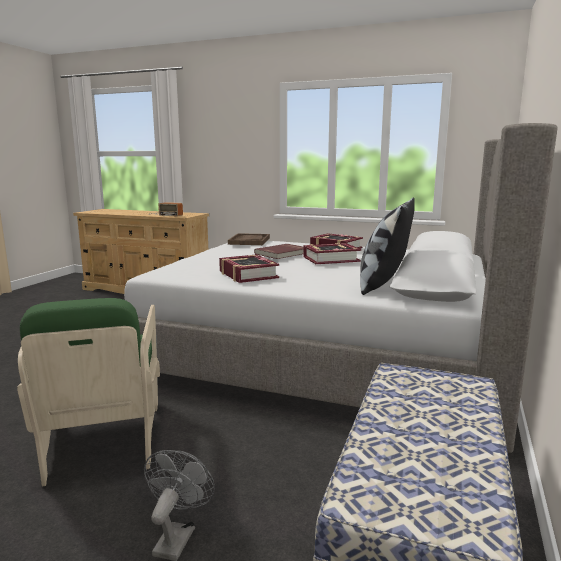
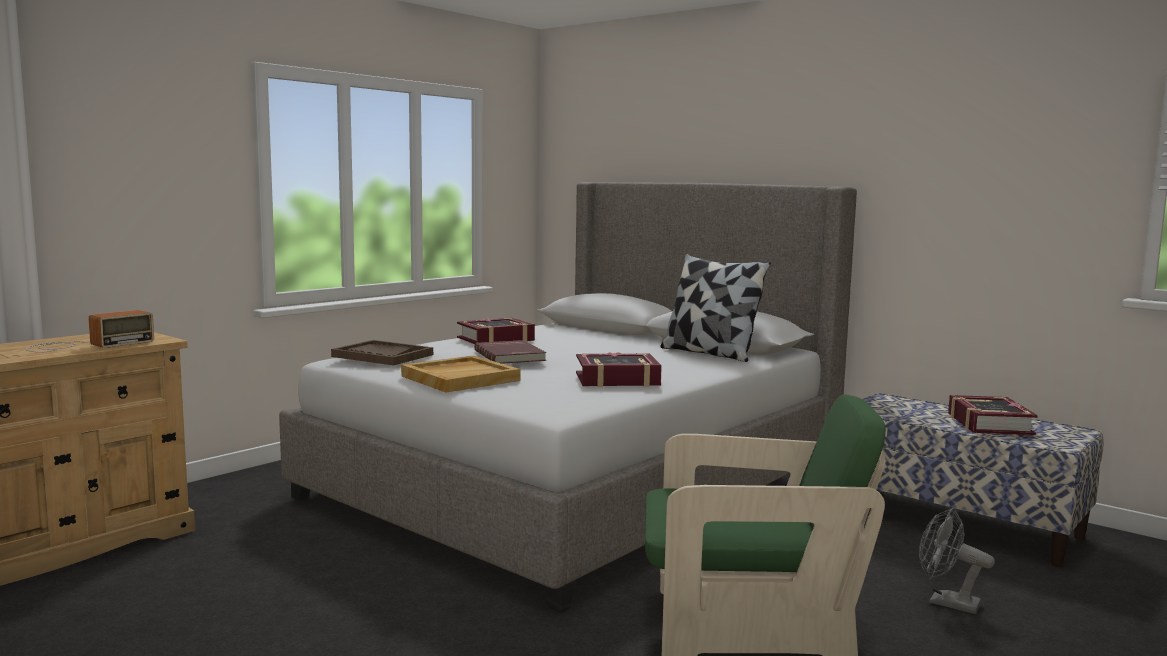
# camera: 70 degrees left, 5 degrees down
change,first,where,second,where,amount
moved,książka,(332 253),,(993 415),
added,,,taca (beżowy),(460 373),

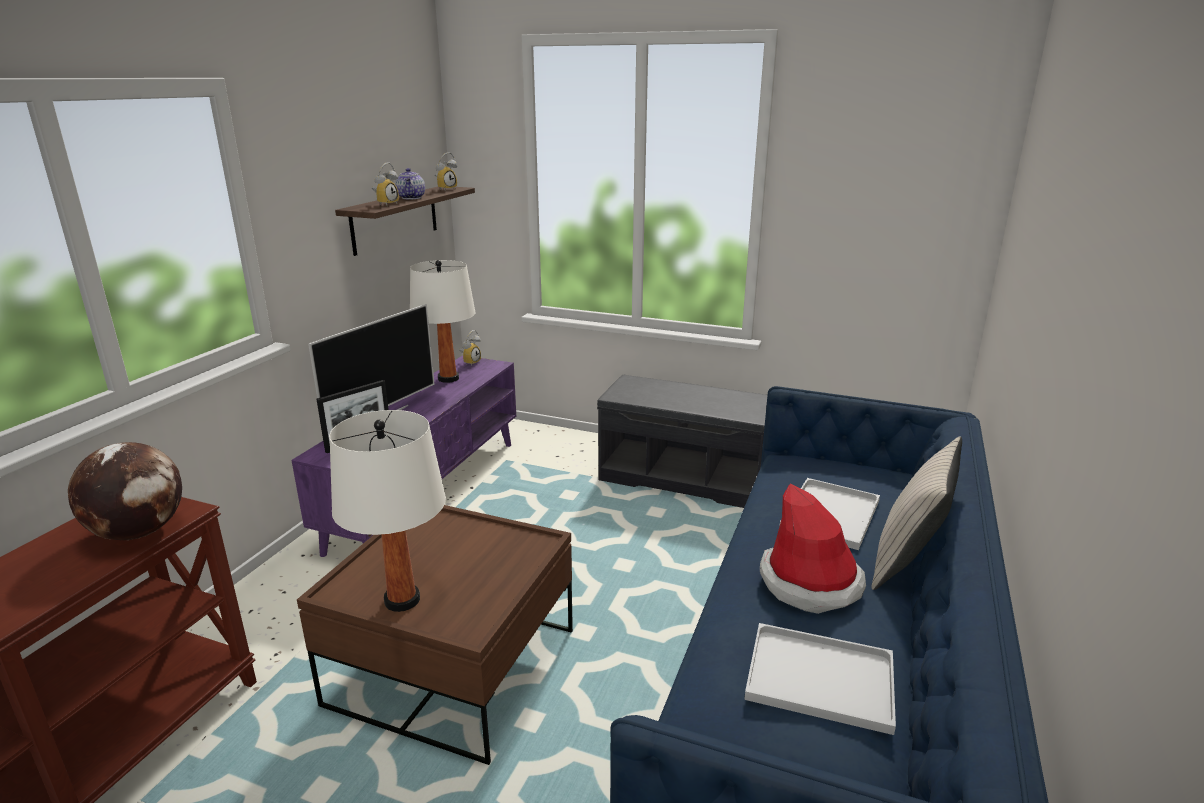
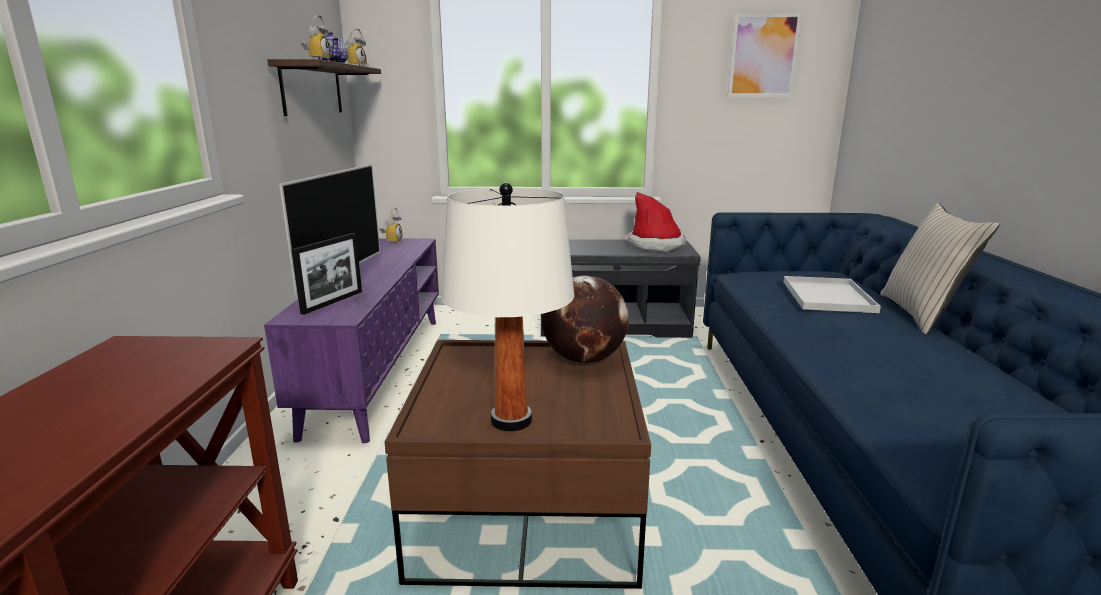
# camera: 20 degrees left, 5 degrees down
change,first,where,second,where,amount
moved,globus,(125 491),,(585 319),
removed,lampa stołowa (biały),(442 321),,,
removed,taca (biały),(820 679),,,
moved,kapelusz,(813 548),,(656 222),
added,,,obraz,(764 55),

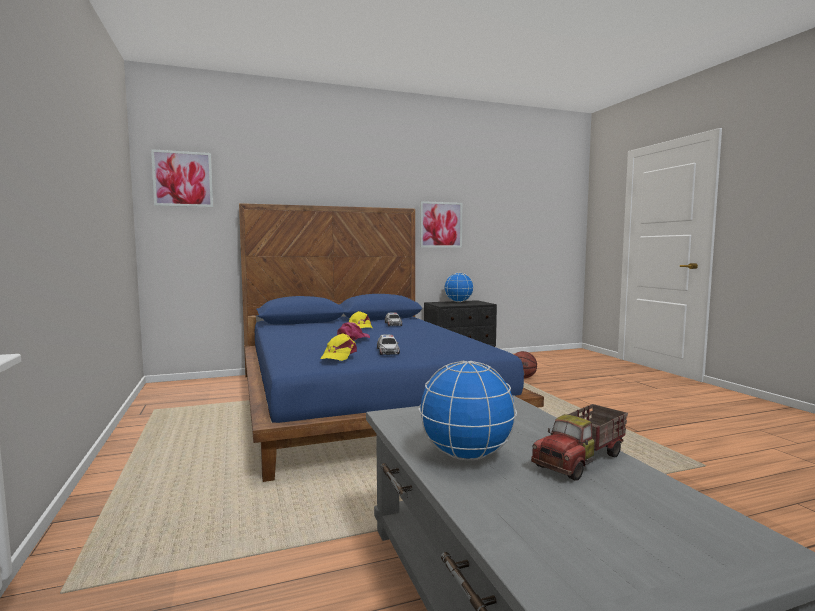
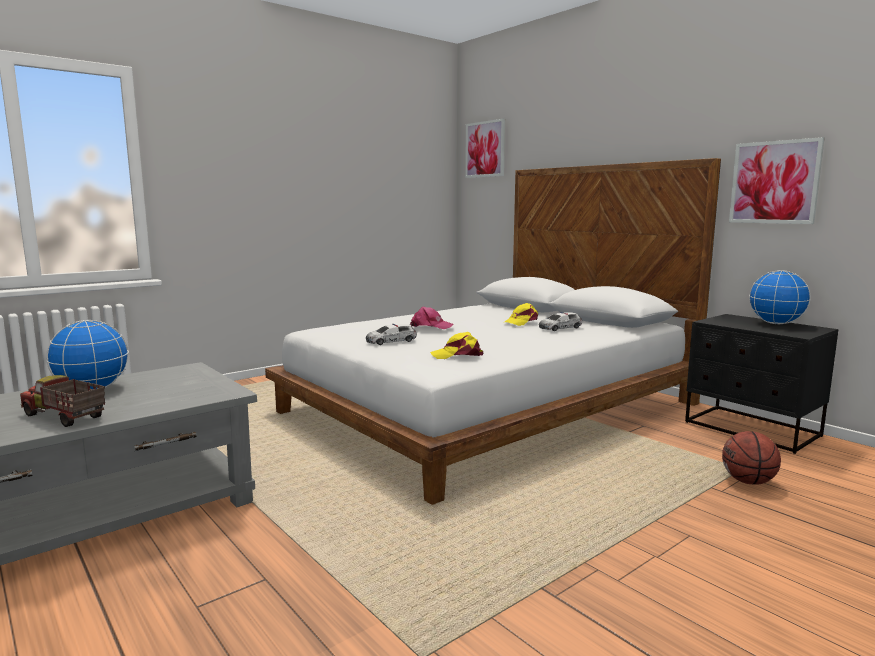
# camera: 70 degrees right, 5 degrees up
change,first,where,second,where,amount
recoloured,łóżko (niebieski),(391 342),łóżko (biały),(493 331),
moved,czapka z daszkiem (żółty),(339 347),,(457 345),

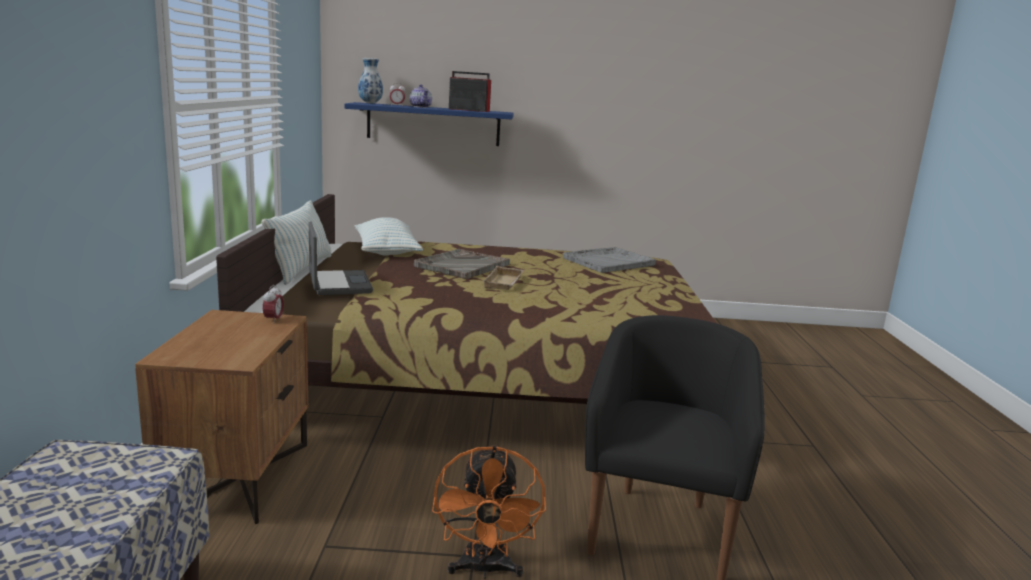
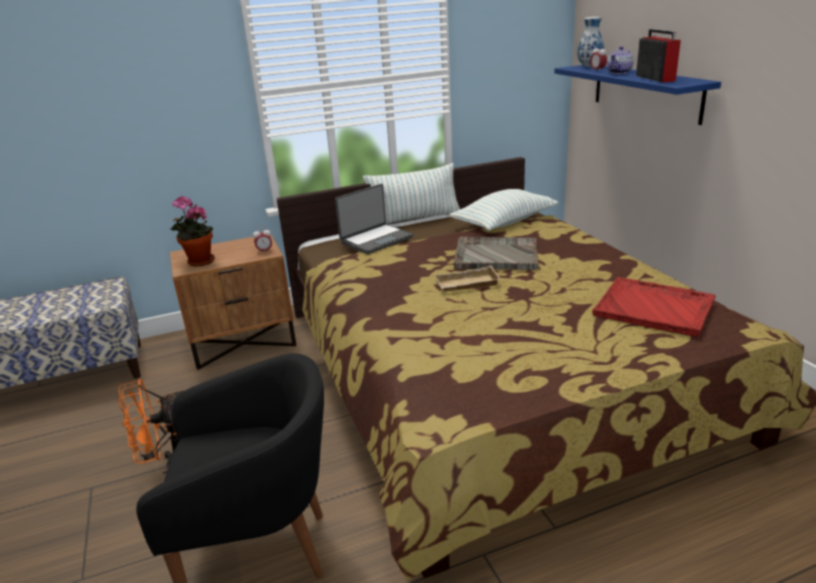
# camera: 70 degrees right, 10 degrees up
change,first,where,second,where,amount
recoloured,taca (szary),(609 260),taca (czerwony),(654 307),
added,,,roślina doniczkowa,(192 231),

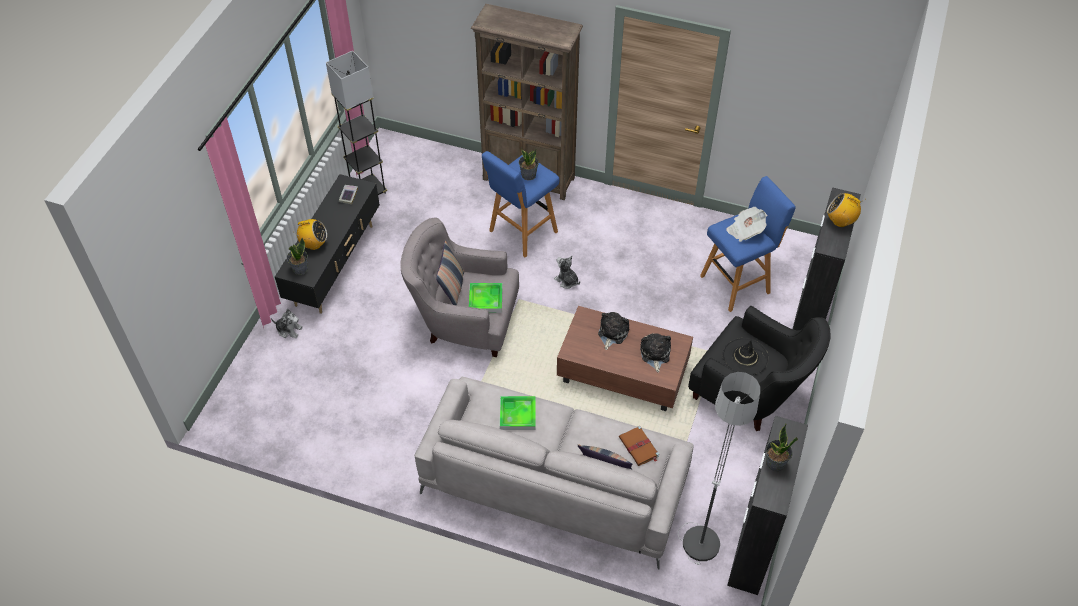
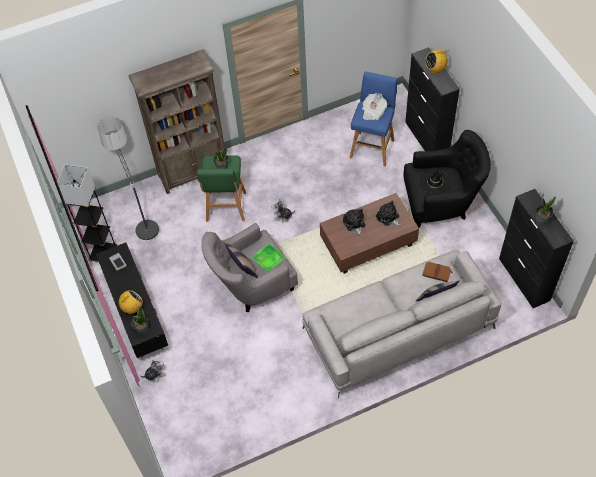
# camera: 40 degrees left, 5 degrees up
change,first,where,second,where,amount
recoloured,stołek (niebieski),(521 204),stołek (zielony),(221 188),
removed,taca,(518 413),,,
moved,lampa stojąca,(719 468),,(128 179),

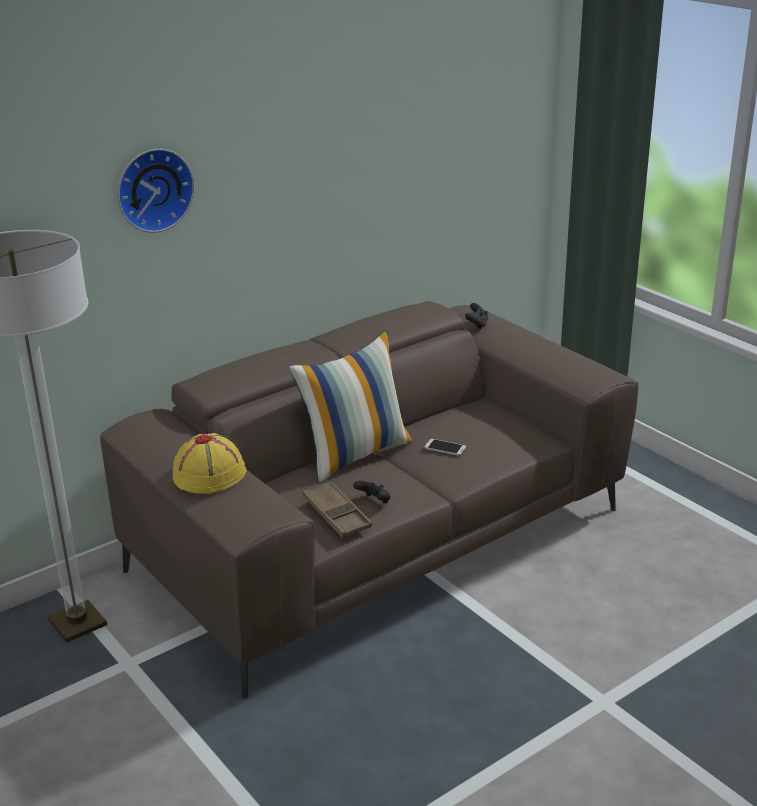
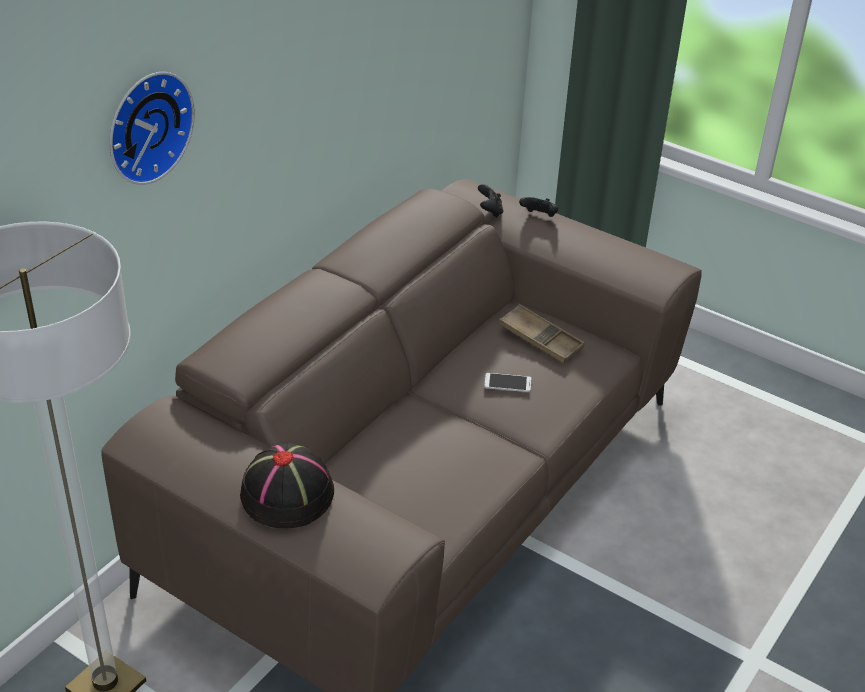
# camera: 20 degrees left, 10 degrees up
change,first,where,second,where,amount
recoloured,kapelusz (żółty),(209 463),kapelusz (czarny),(287 485),
removed,poduszka,(351 406),,,
moved,taca (brązowy),(337 509),,(541 333),
moved,pad do gier (czarny),(372 492),,(538 207),

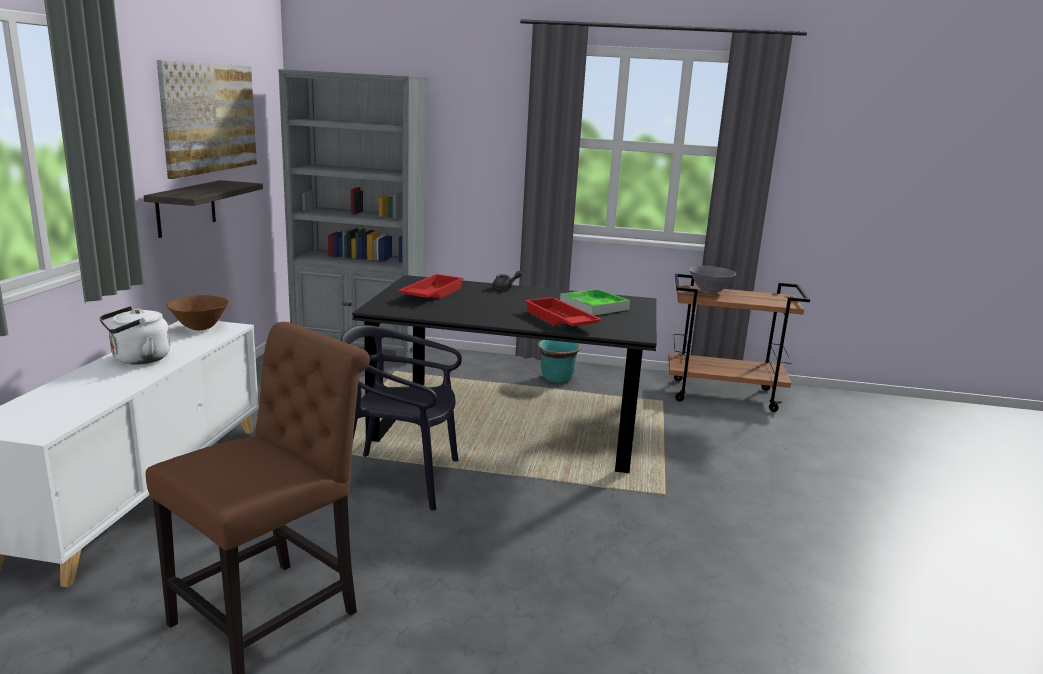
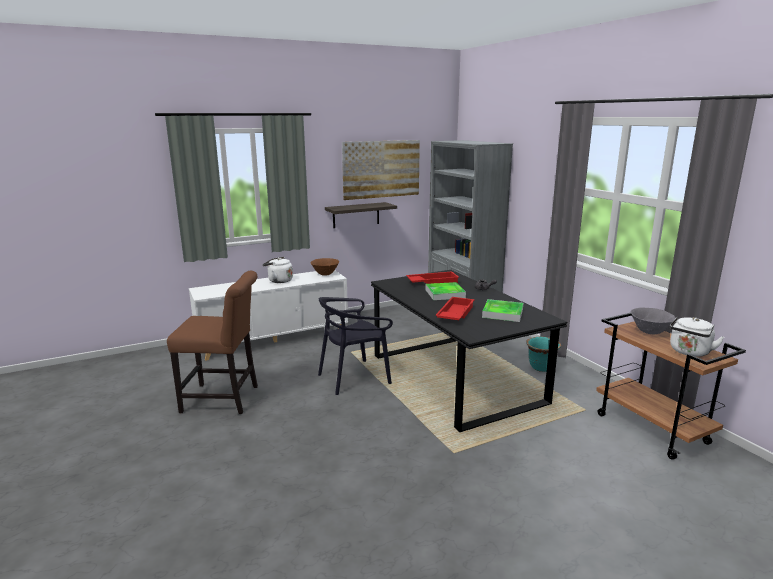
# camera: 55 degrees right, 0 degrees up
change,first,where,second,where,amount
turned,krzesło (czarny),(401 418),,(355 346),90 degrees counterclockwise
added,,,taca,(445 291),
added,,,czajnik (biały),(697 336),

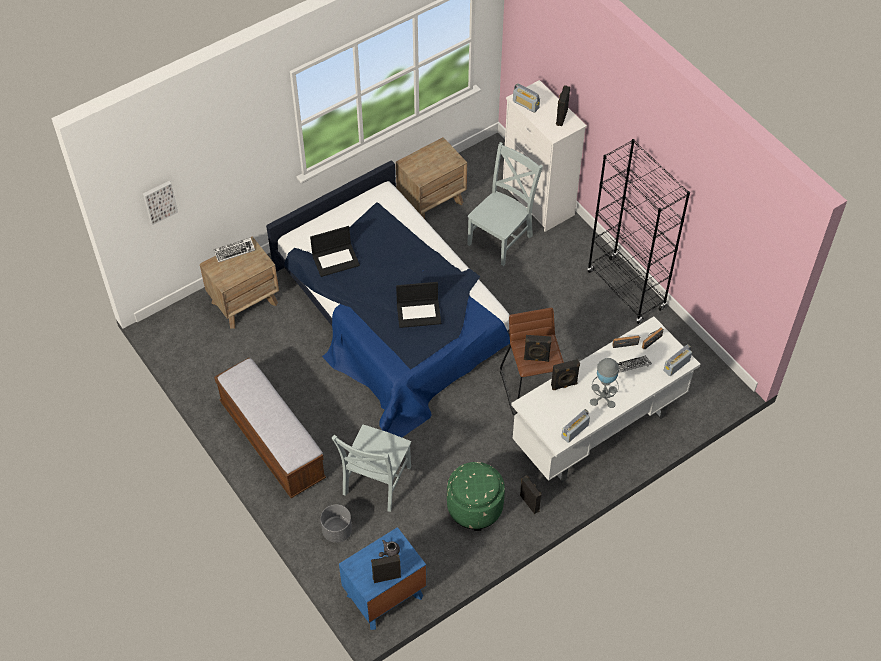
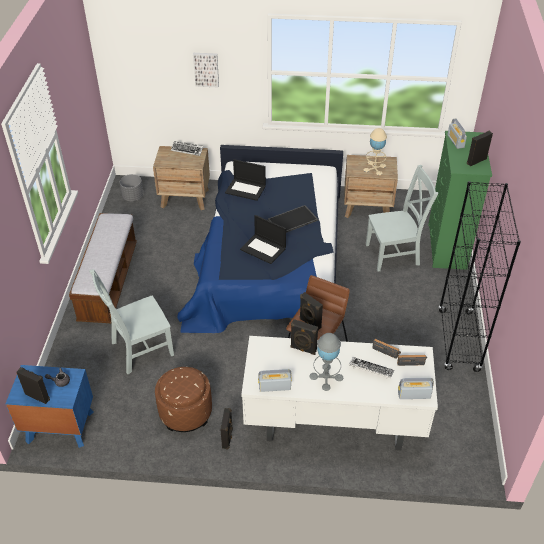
# camera: 40 degrees right, 10 degrees down
change,first,where,second,where,amount
moved,obraz,(160 203),,(206 70),
moved,donica (szary),(336 524),,(132 187),
recoloured,pufa (zielony),(476 496),pufa (brązowy),(183 399),
recoloured,komoda (biały),(545 156),komoda (zielony),(460 200),
added,,,taca,(293 219),
added,,,lampa stołowa (beżowy),(375 151),

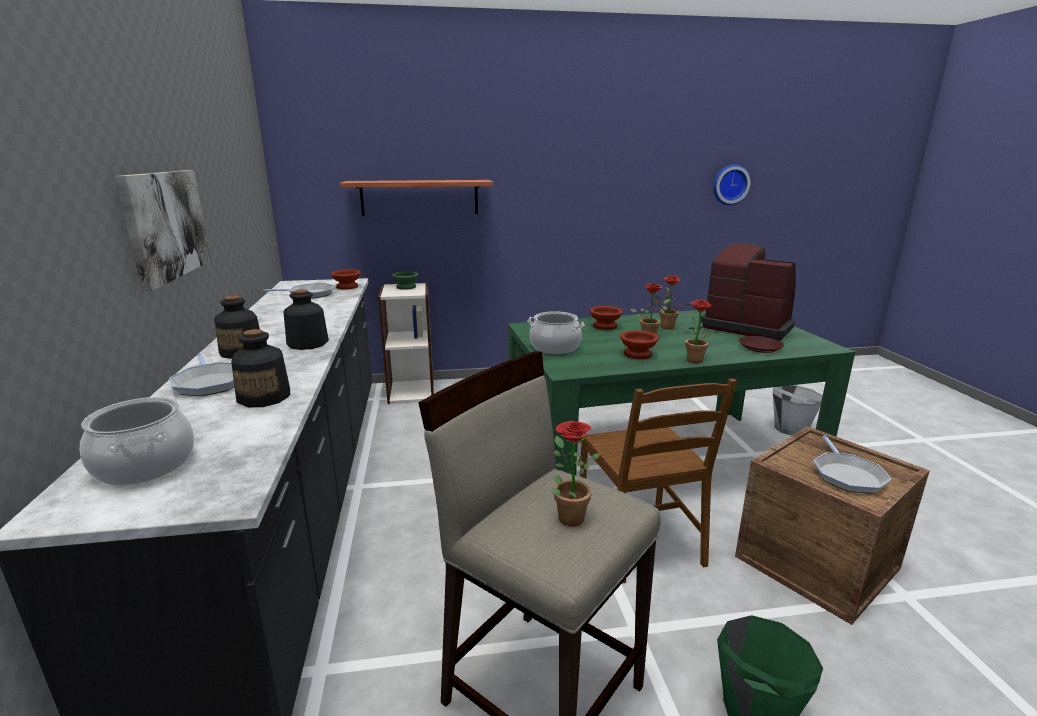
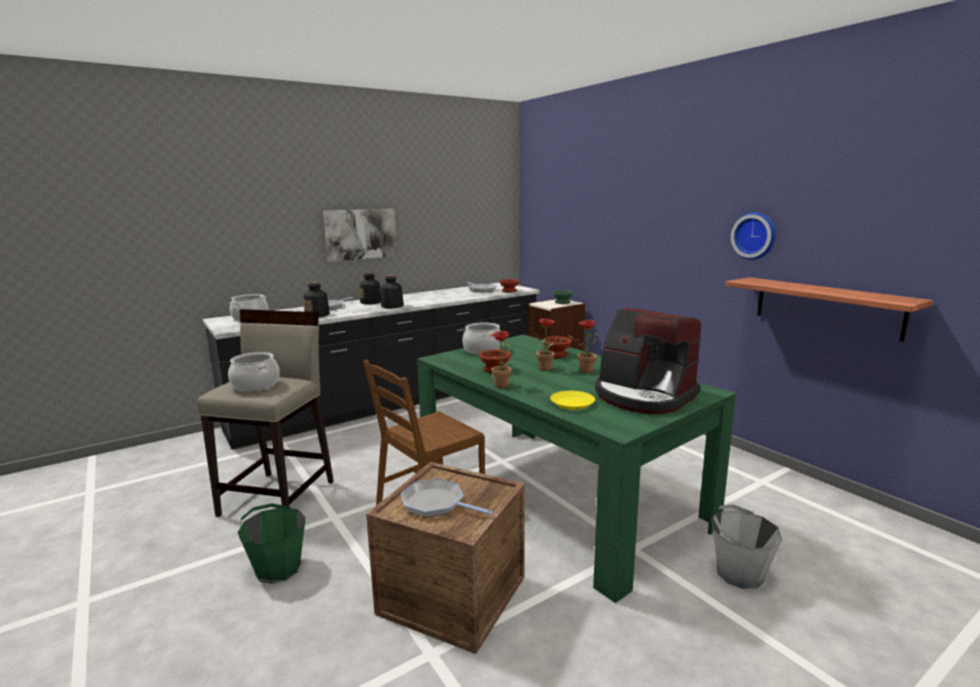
# camera: 65 degrees right, 5 degrees down
change,first,where,second,where,amount
moved,półka,(417 198),,(829 309),
replaced,roślina doniczkowa,(575 473),garnek,(254 372),
turned,ekspres do kawy,(748 292),,(648 361),120 degrees clockwise
moved,zegar ścienny,(731 184),,(753 236),
recoloured,talerz (brązowy),(761 344),talerz (żółty),(572 400),
turned,patelnia,(852 464),,(447 497),45 degrees clockwise

